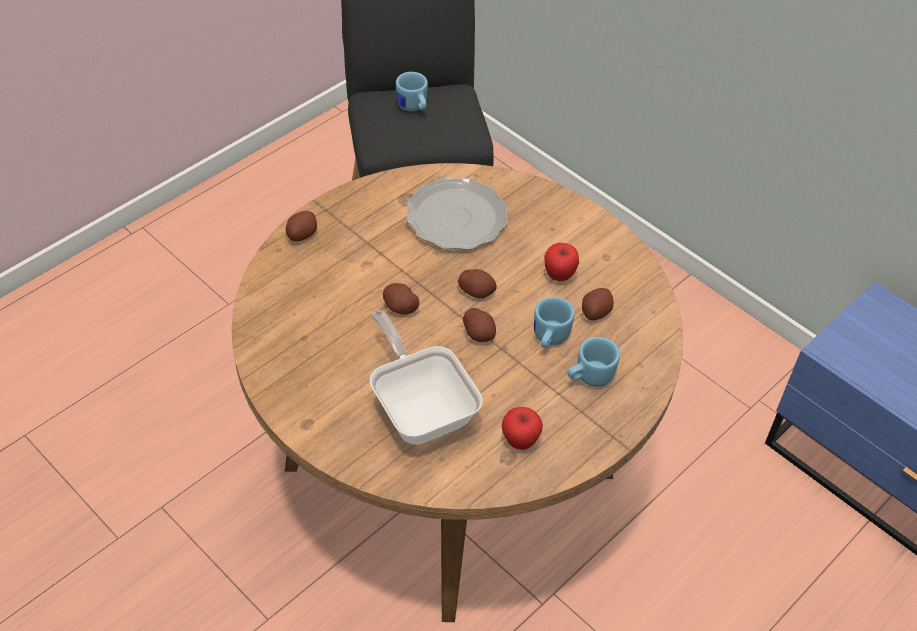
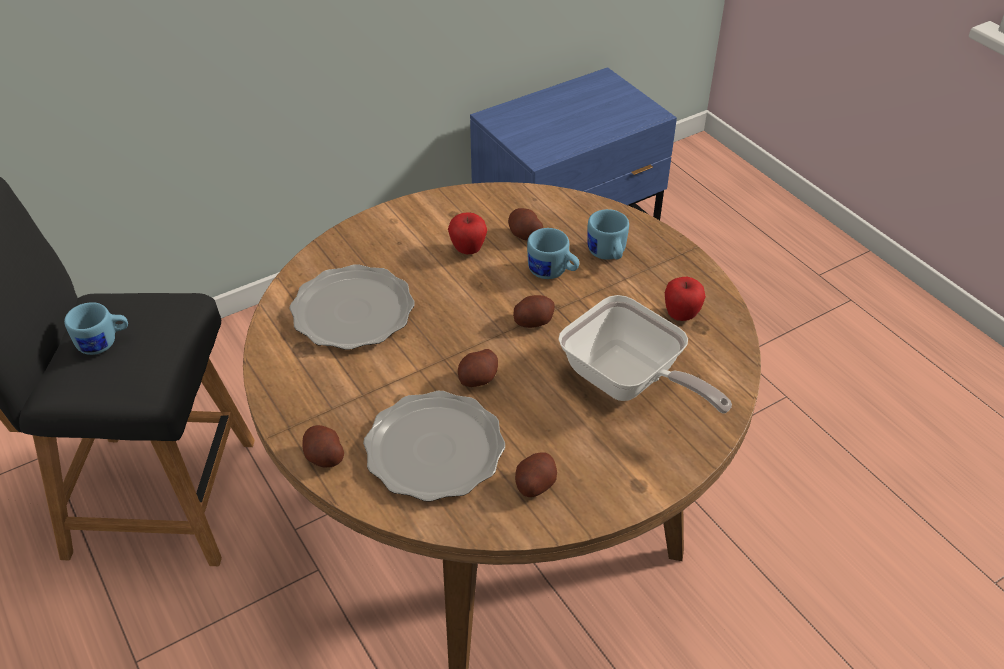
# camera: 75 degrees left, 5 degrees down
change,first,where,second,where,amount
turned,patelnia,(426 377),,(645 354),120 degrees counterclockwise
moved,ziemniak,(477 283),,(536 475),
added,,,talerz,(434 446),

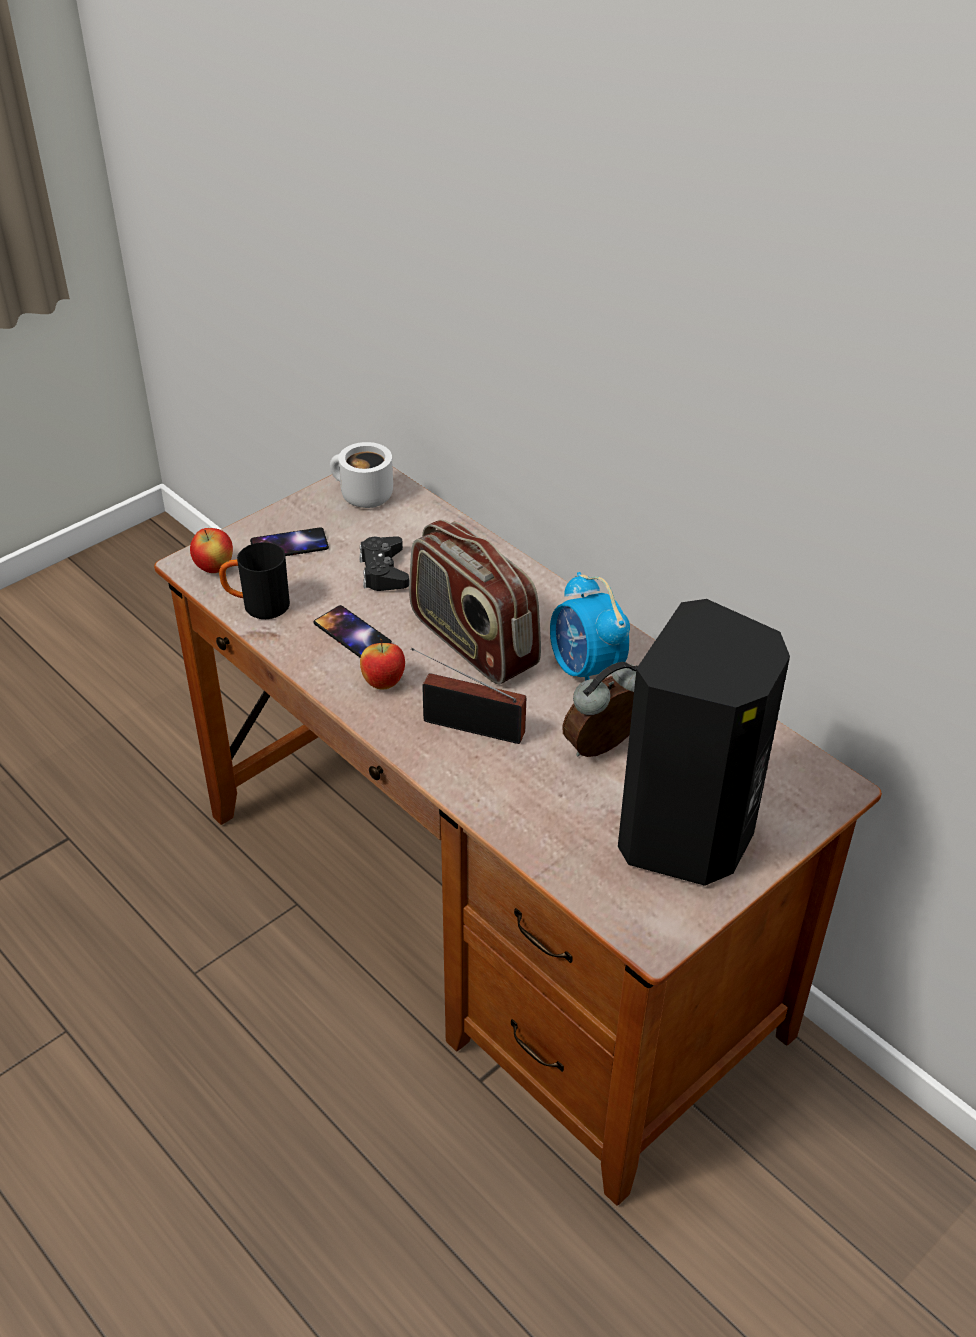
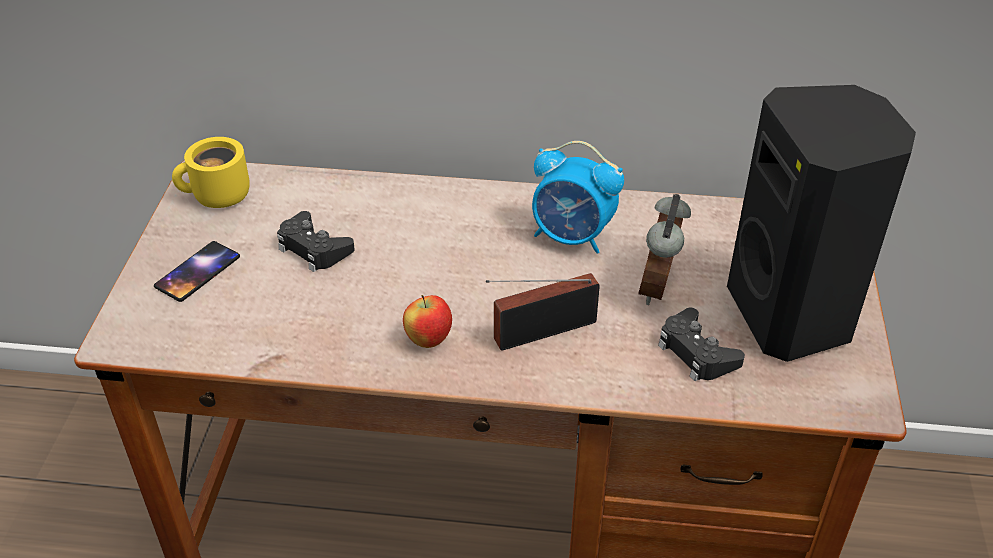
# camera: 40 degrees left, 0 degrees up
change,first,where,second,where,amount
removed,jabłko,(211 550),,,
removed,kubek (czarny),(254 580),,,
removed,telefon,(352 631),,,
recoloured,kubek (biały),(361 475),kubek (żółty),(211 172),
removed,radio,(475 602),,,
added,,,pad do gier (czarny),(701 344),

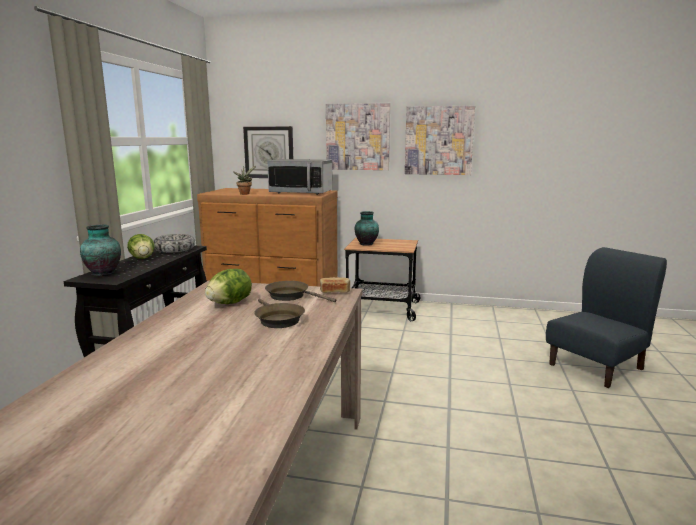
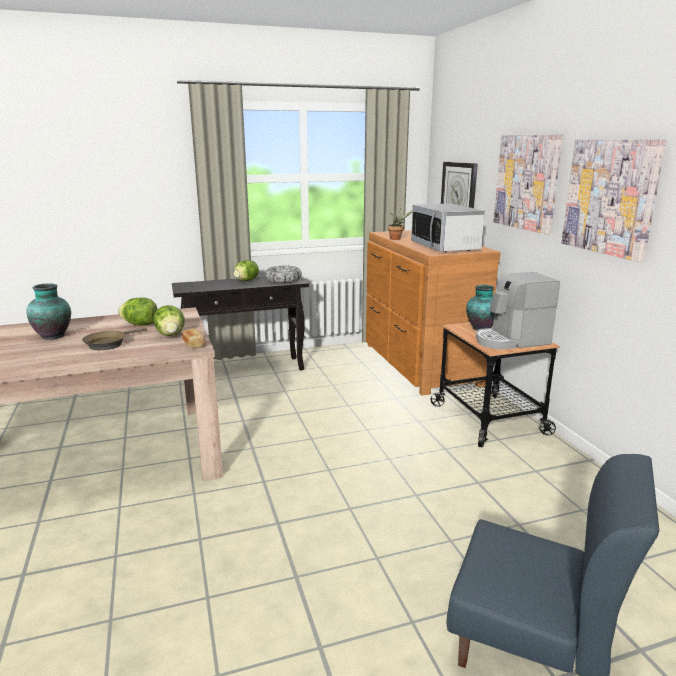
# camera: 60 degrees right, 5 degrees up
change,first,where,second,where,amount
moved,wazon,(100 250),,(49 312),
replaced,patelnia (brązowy),(300 291),sałata,(169 320),
added,,,ekspres do kawy,(518 311),

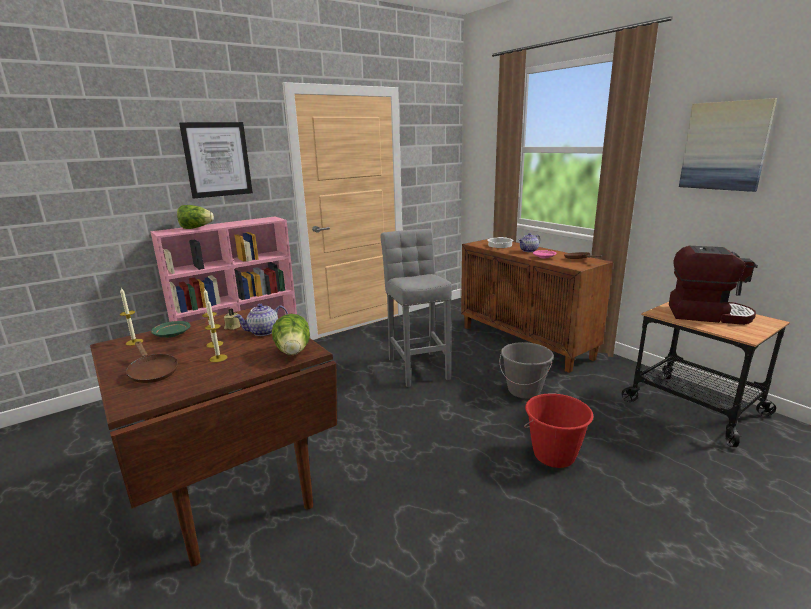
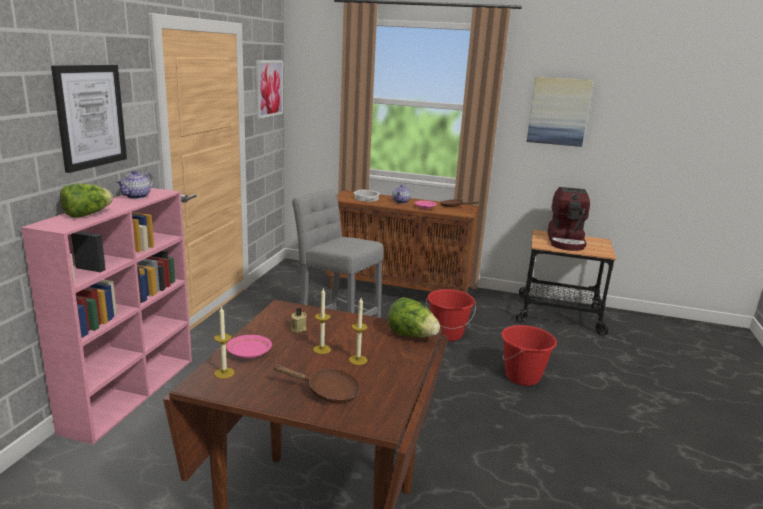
# camera: 40 degrees left, 0 degrees up
change,first,where,second,where,amount
recoloured,talerz (zielony),(170 329),talerz (różowy),(249 347),
moved,imbryk,(261 319),,(135 184),
recoloured,wiadro (szary),(526 370),wiadro (czerwony),(451 315),
turned,ekspres do kawy,(713 285),,(569 219),120 degrees clockwise
added,,,obraz,(269 89),

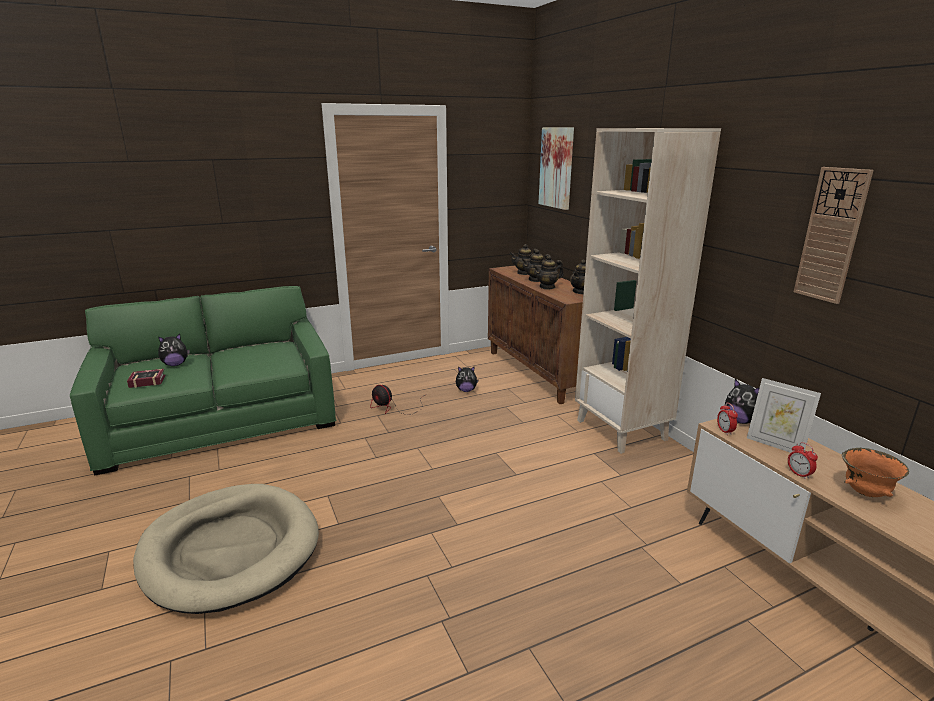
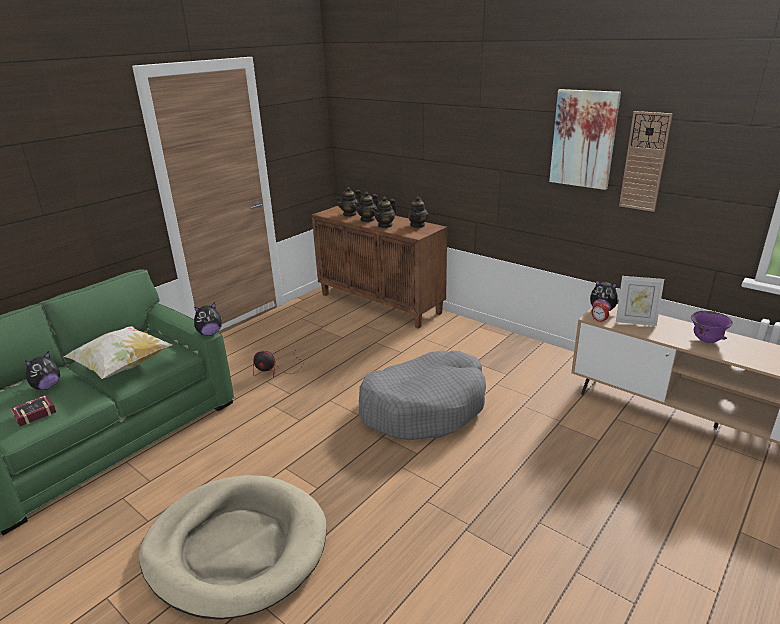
# camera: 25 degrees left, 5 degrees up
change,first,where,second,where,amount
moved,pluszak,(467 379),,(208 319),
moved,obraz,(556 169),,(585 139),
removed,regał (beżowy),(648 291),,,
removed,budzik,(803 460),,,
recoloured,miska (pomarańczowy),(875 472),miska (fioletowy),(712 327),
added,,,poduszka,(118 352),
added,,,legowisko (szary),(422 395),

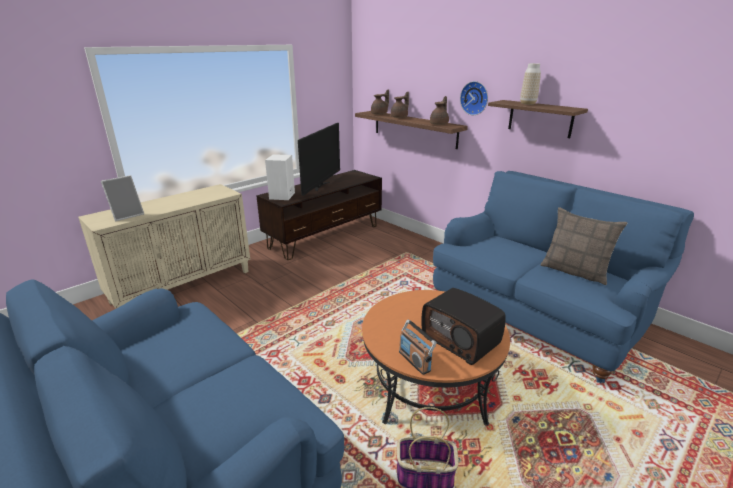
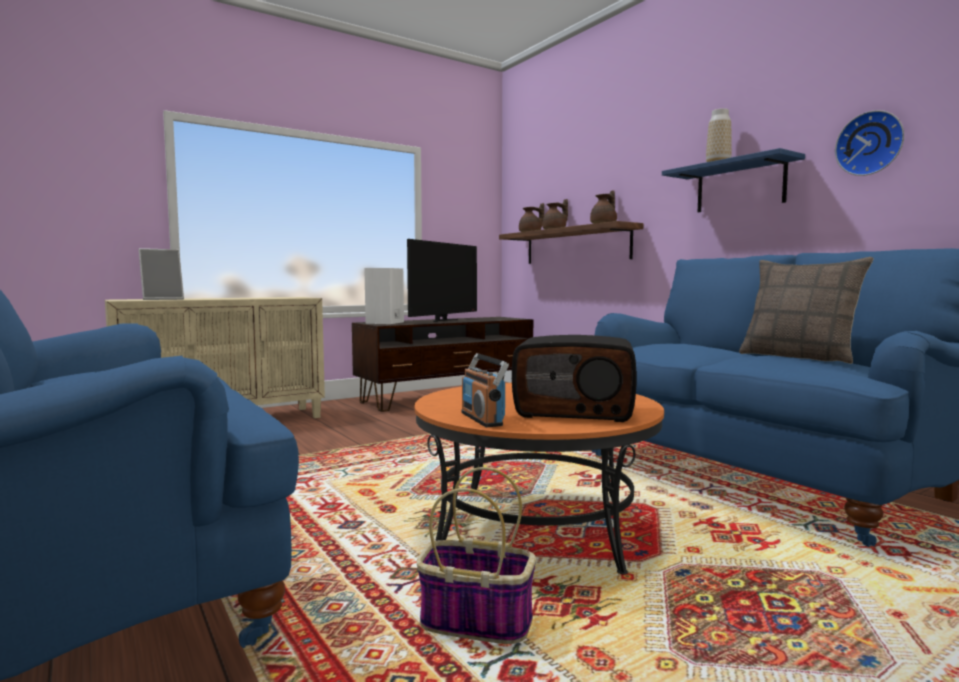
# camera: 10 degrees right, 20 degrees down
change,first,where,second,where,amount
turned,radio,(463 326),,(574 378),45 degrees counterclockwise
moved,zegar ścienny,(474 98),,(869 143),
recoloured,półka (brązowy),(538 119),półka (niebieski),(733 180),

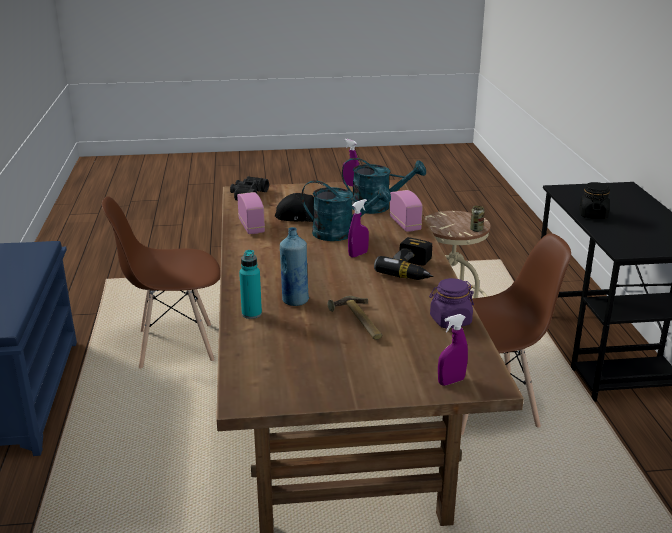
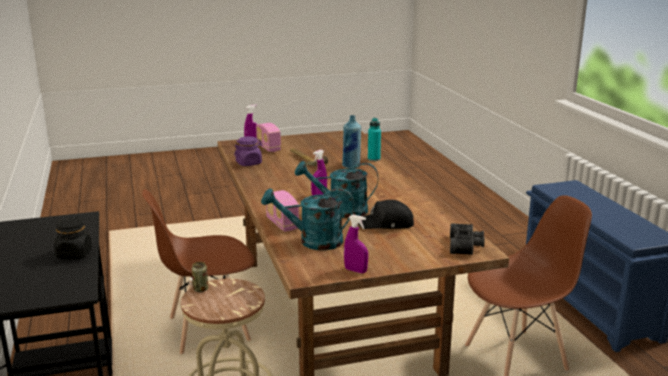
# camera: 170 degrees right, 5 degrees down
change,first,where,second,where,amount
moved,radio,(251 213),,(268 137),
removed,wiertarka,(404 258),,,

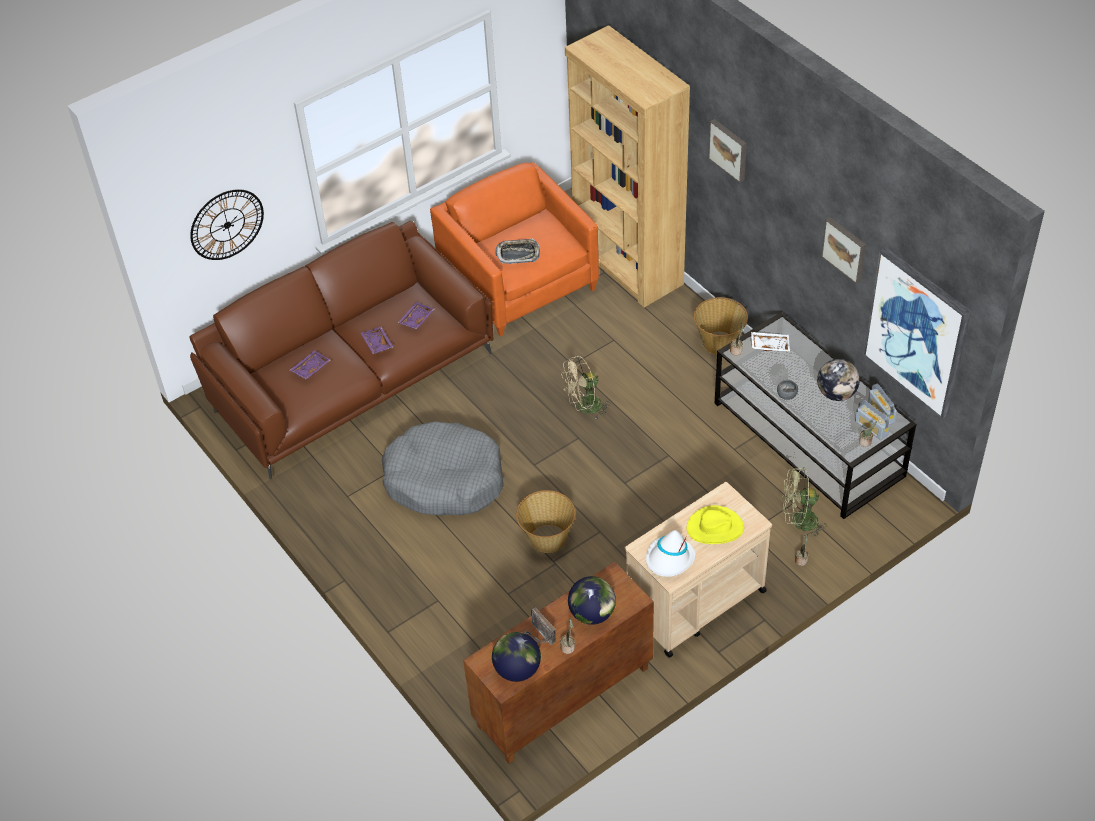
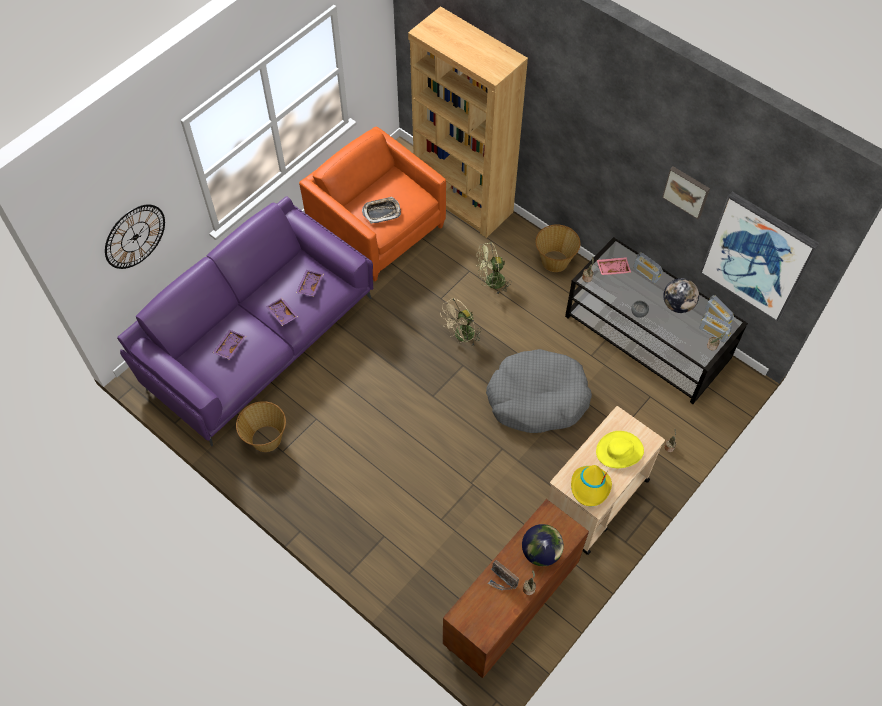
# camera: 15 degrees left, 10 degrees up
change,first,where,second,where,amount
recoloured,kanapa (brązowy),(342 350),kanapa (fioletowy),(245 321),
moved,legowisko (szary),(442 468),,(539 391),
removed,globus,(516 657),,,
moved,koszyk,(546 521),,(261 426),
recoloured,kapelusz (biały),(671 553),kapelusz (żółty),(591 485),
removed,obraz,(727 151),,,
recoloured,taca (biały),(770 342),taca (różowy),(614 266),
moved,wentylator (zielony),(804 503),,(494 268),
added,,,radio,(648 268),

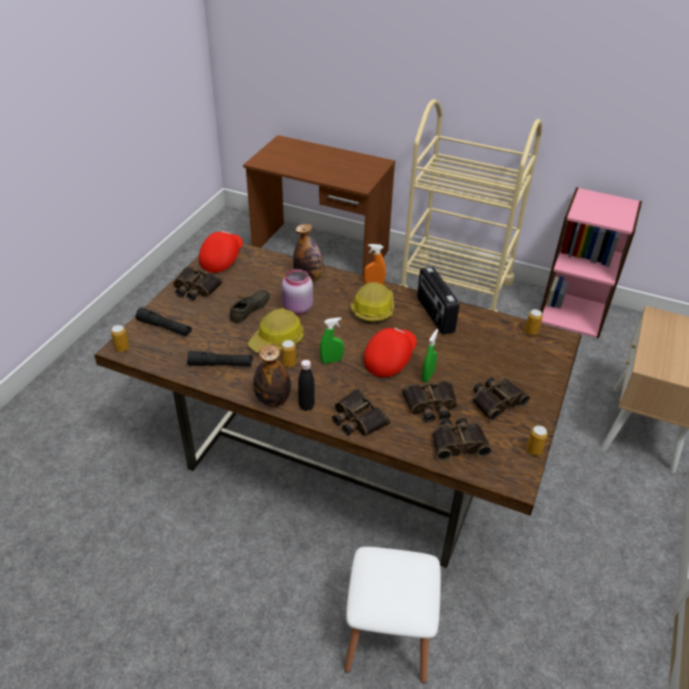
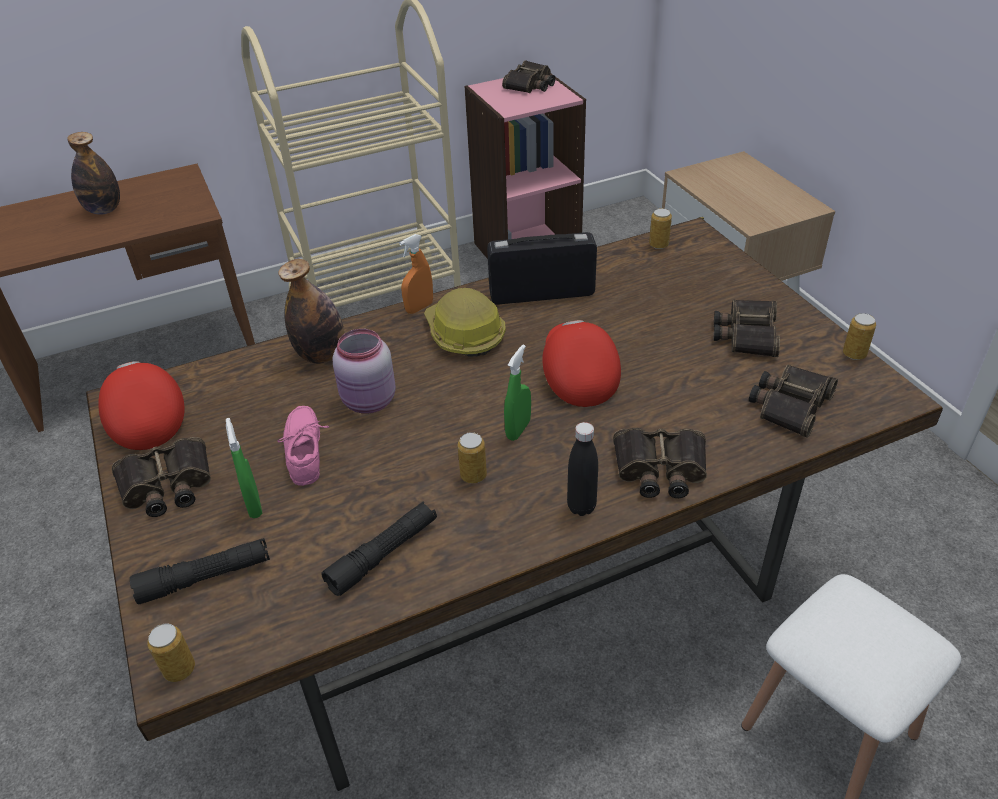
# camera: 45 degrees left, 0 degrees up
change,first,where,second,where,amount
recoloured,but (szary),(250 306),but (różowy),(303 446),
removed,kask,(275 330),,,
moved,butelka,(272 376),,(93 173),
moved,lornetka,(430 401),,(528 76),
turned,radio,(438 301),,(542 268),150 degrees clockwise
moved,spryskiwacz (zielony),(430 355),,(244 468),

